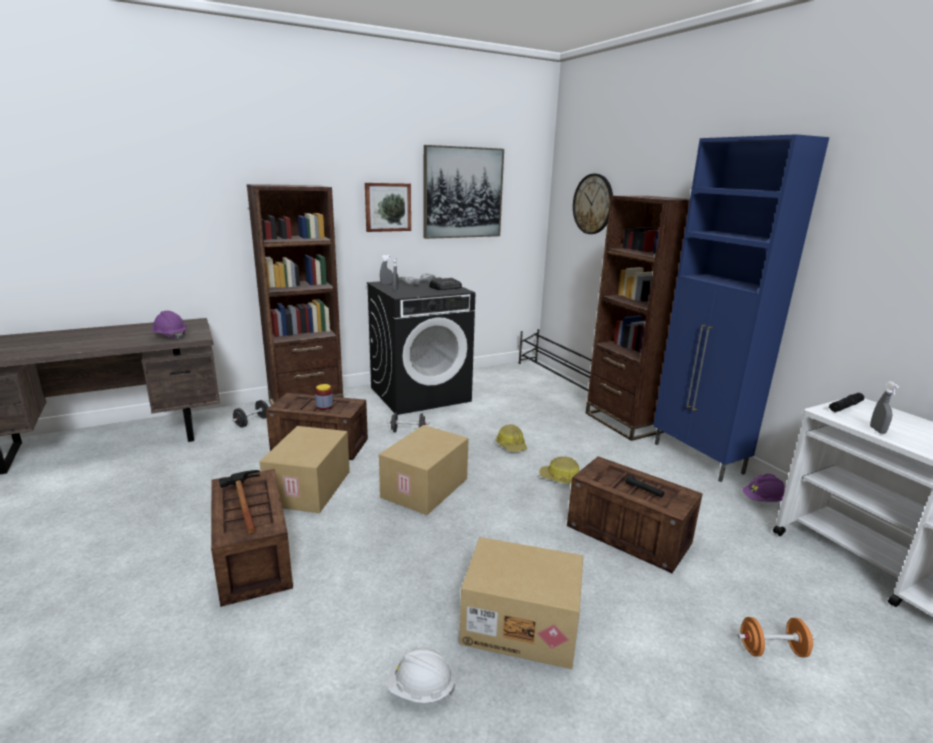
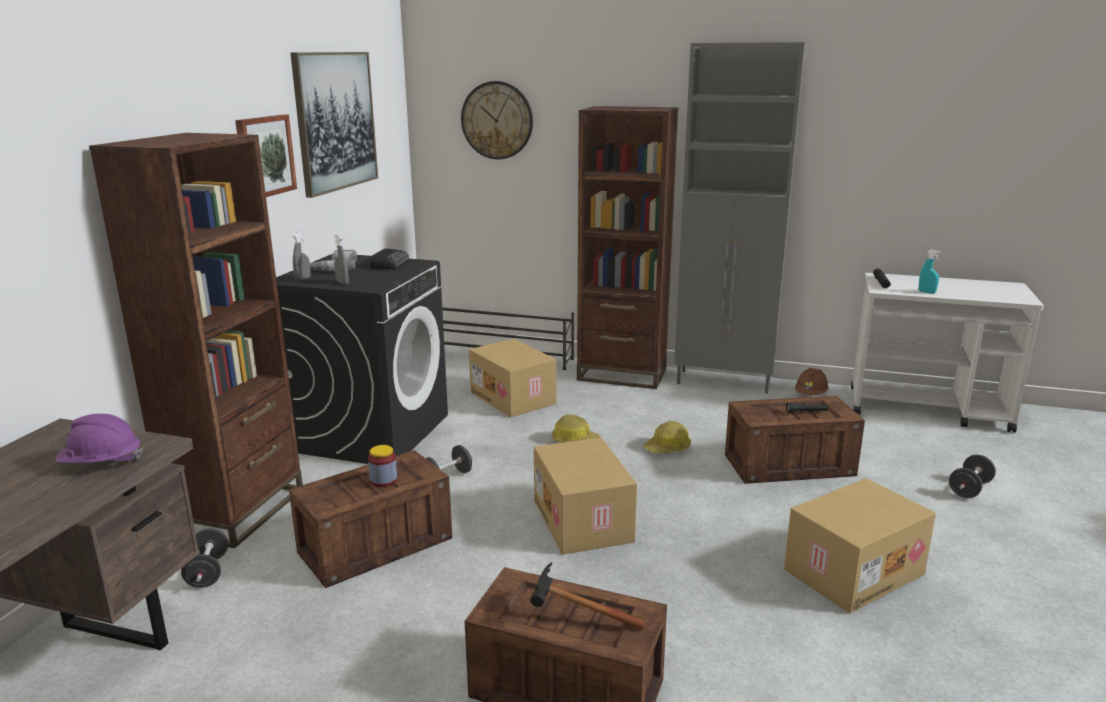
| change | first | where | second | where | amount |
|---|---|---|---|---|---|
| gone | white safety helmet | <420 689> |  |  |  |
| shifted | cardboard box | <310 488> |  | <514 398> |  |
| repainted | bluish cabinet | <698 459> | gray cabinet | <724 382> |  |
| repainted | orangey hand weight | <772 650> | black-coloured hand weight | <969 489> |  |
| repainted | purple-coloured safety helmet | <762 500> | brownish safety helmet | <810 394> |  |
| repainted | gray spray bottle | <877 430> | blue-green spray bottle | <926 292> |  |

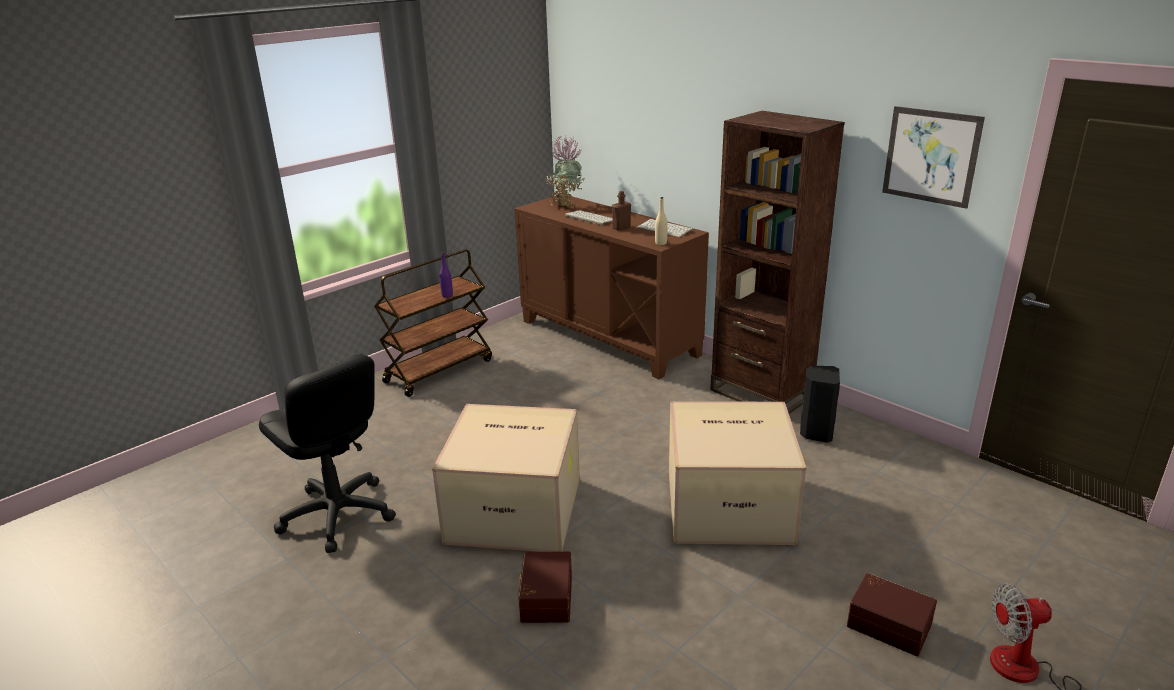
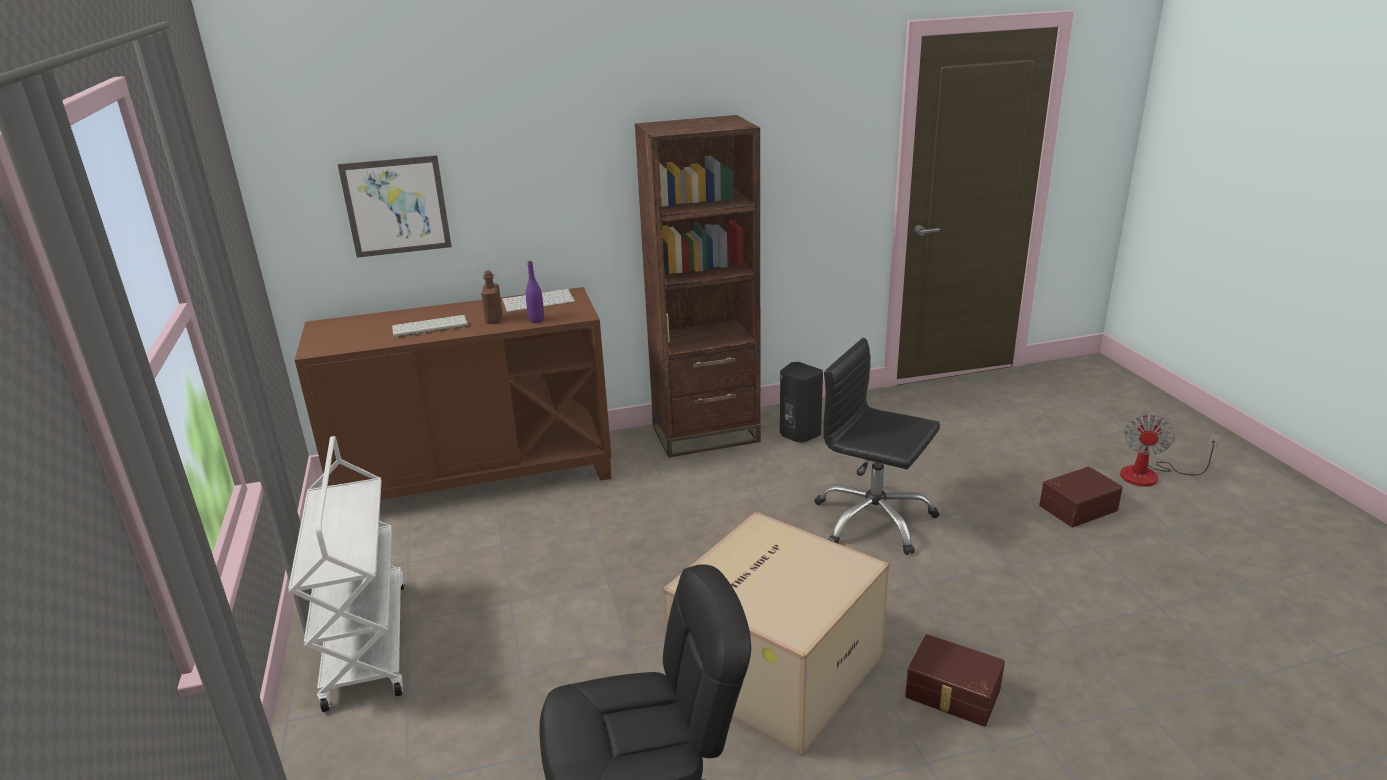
| change | first | where | second | where | amount |
|---|---|---|---|---|---|
| gone | plant in a pot | <565 204> |  |  |  |
| gone | beige beverage bottle | <661 243> |  |  |  |
| shifted | purple-coloured beverage bottle | <447 295> |  | <536 320> |  |
| shifted | wall picture | <931 156> |  | <396 206> |  |
| swapped | cardboard box | <730 504> | black-coloured desk chair | <873 520> |  |
| repainted | brownish cart | <439 370> | white cart | <365 642> |  |

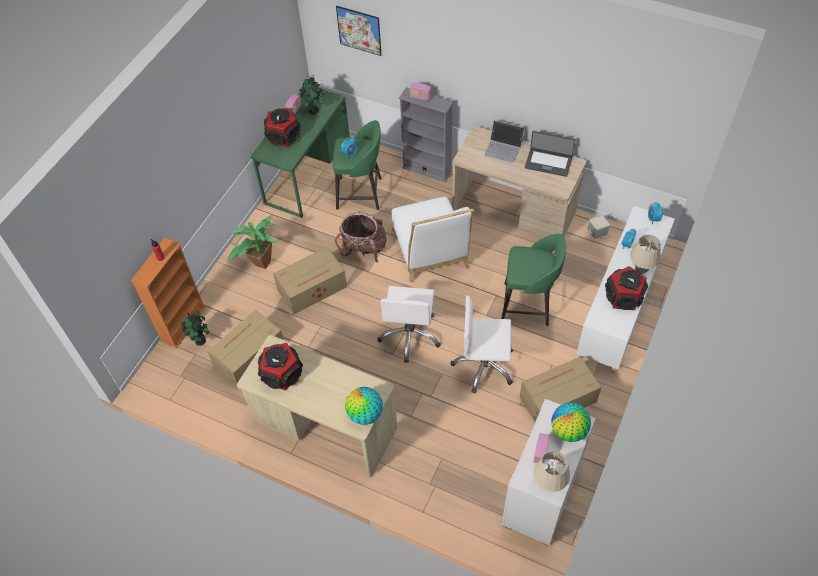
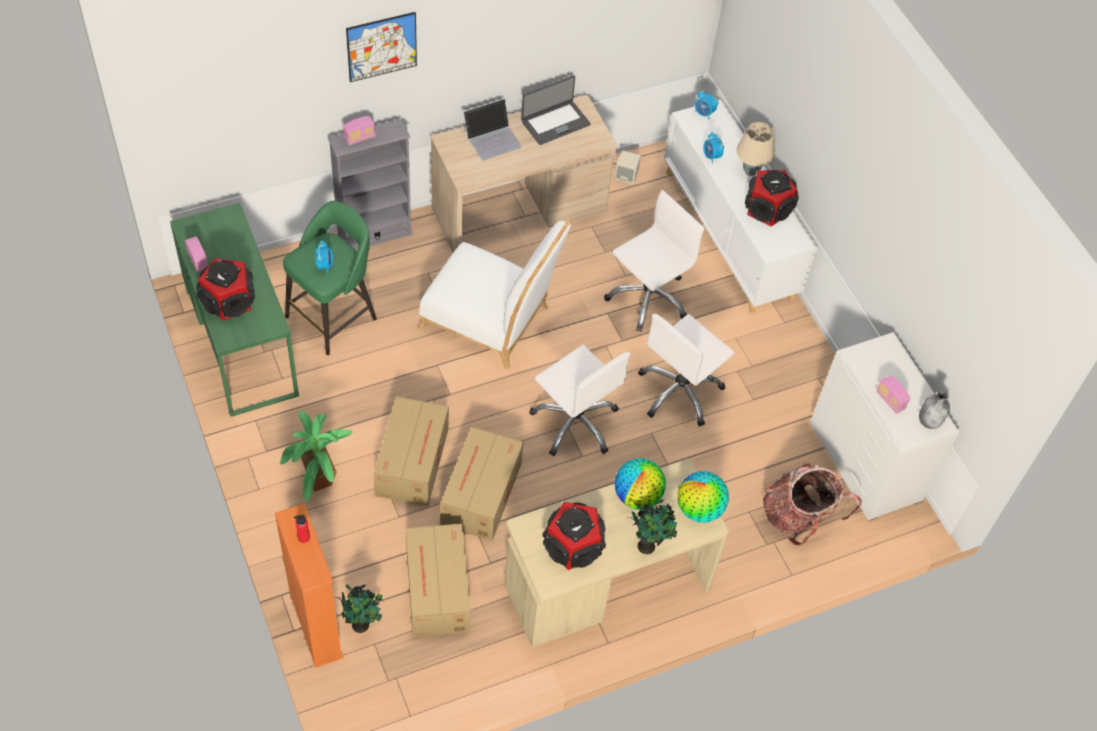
| change | first | where | second | where | amount |
|---|---|---|---|---|---|
| shifted | plant in a pot | <315 111> |  | <648 546> |  |
| shifted | rucksack | <364 249> |  | <798 518> |  |
| shifted | wall picture | <359 30> |  | <382 46> |  |
| shifted | cardboard box | <556 399> |  | <480 495> |  |
| shifted | desk globe | <569 431> |  | <637 496> |  |
| swapped | green stool | <528 304> | white desk chair | <647 298> |  |
| swapped | beige tabletop lamp | <549 485> | gray beverage bottle | <929 421> |  |

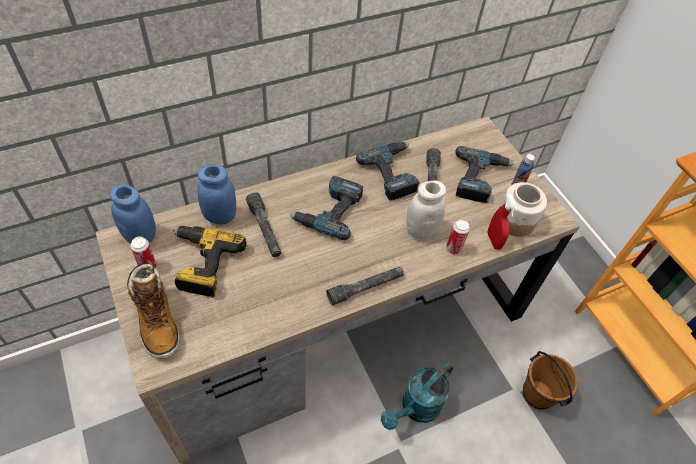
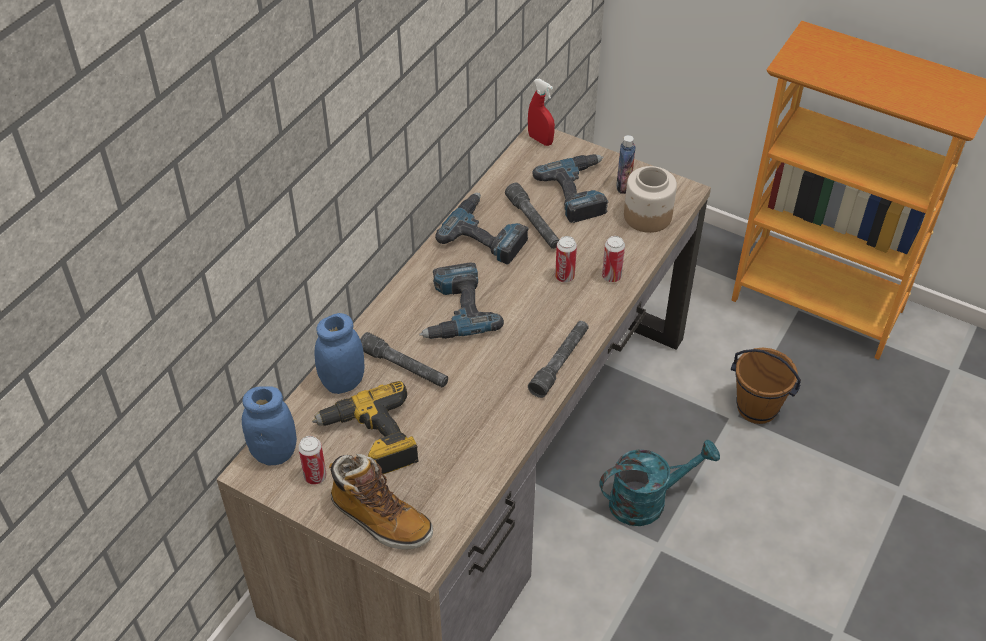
| change | first | where | second | where | amount |
|---|---|---|---|---|---|
| shifted | red-coloured spray bottle | <494 240> |  | <540 140> |  |
| swapped | white preserve jar | <420 230> | can | <564 277> |  |
| rotated | blue-green sprinkling can | <416 408> |  | <647 500> | 120 degrees counterclockwise |

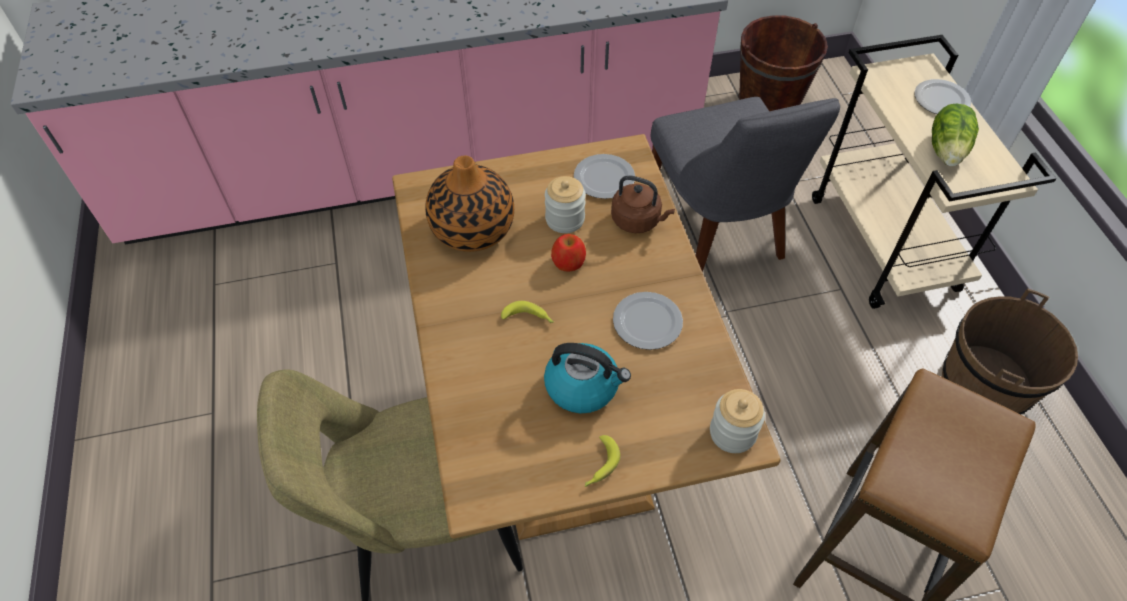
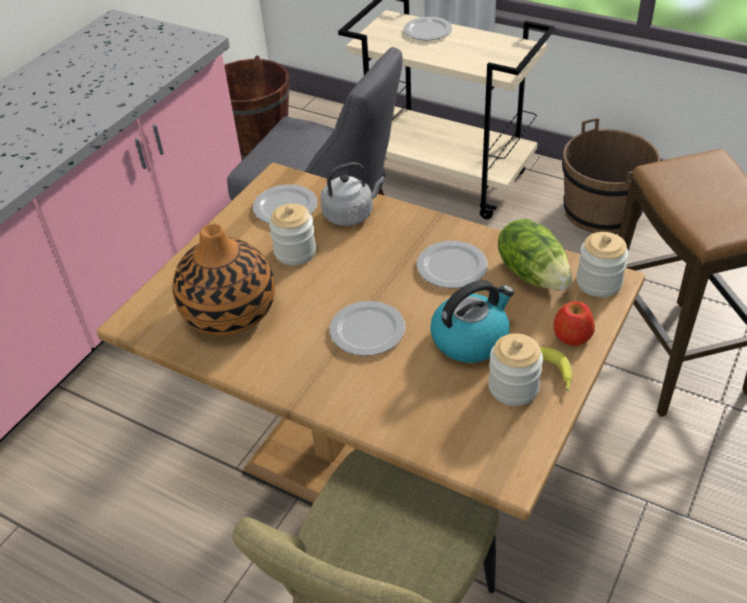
| change | first | where | second | where | amount |
|---|---|---|---|---|---|
| new |  |  | preserve jar | <513 387> |  |
| shifted | apple fruit | <568 261> |  | <572 335> |  |
| shifted | head of lettuce | <947 150> |  | <533 274> |  |
| swapped | banana fruit | <529 318> | dinner plate | <367 331> |  |
| repainted | brownish tea kettle | <638 220> | gray tea kettle | <351 214> |  |

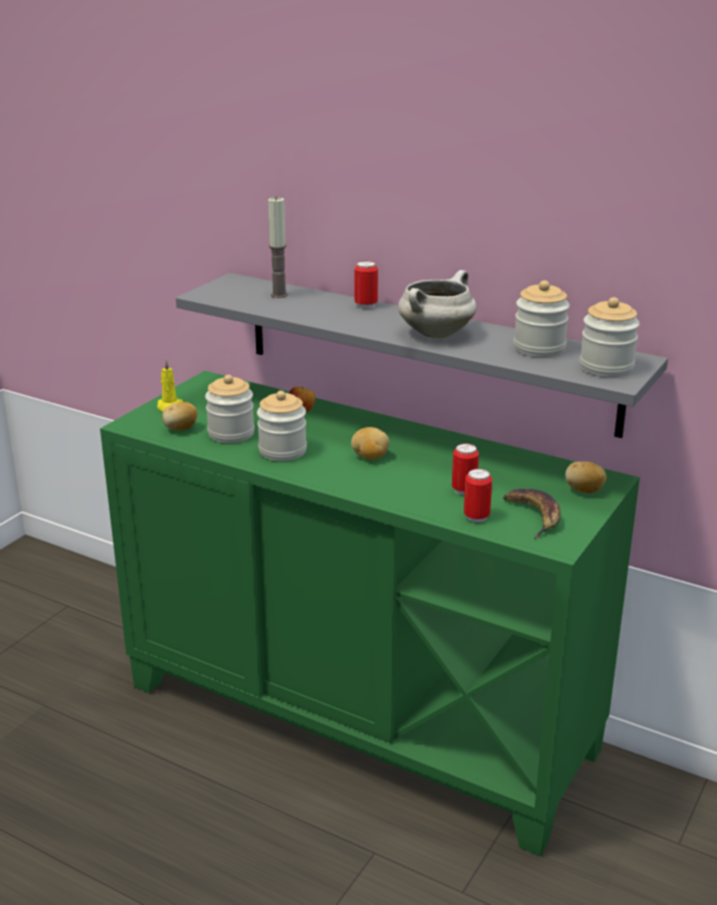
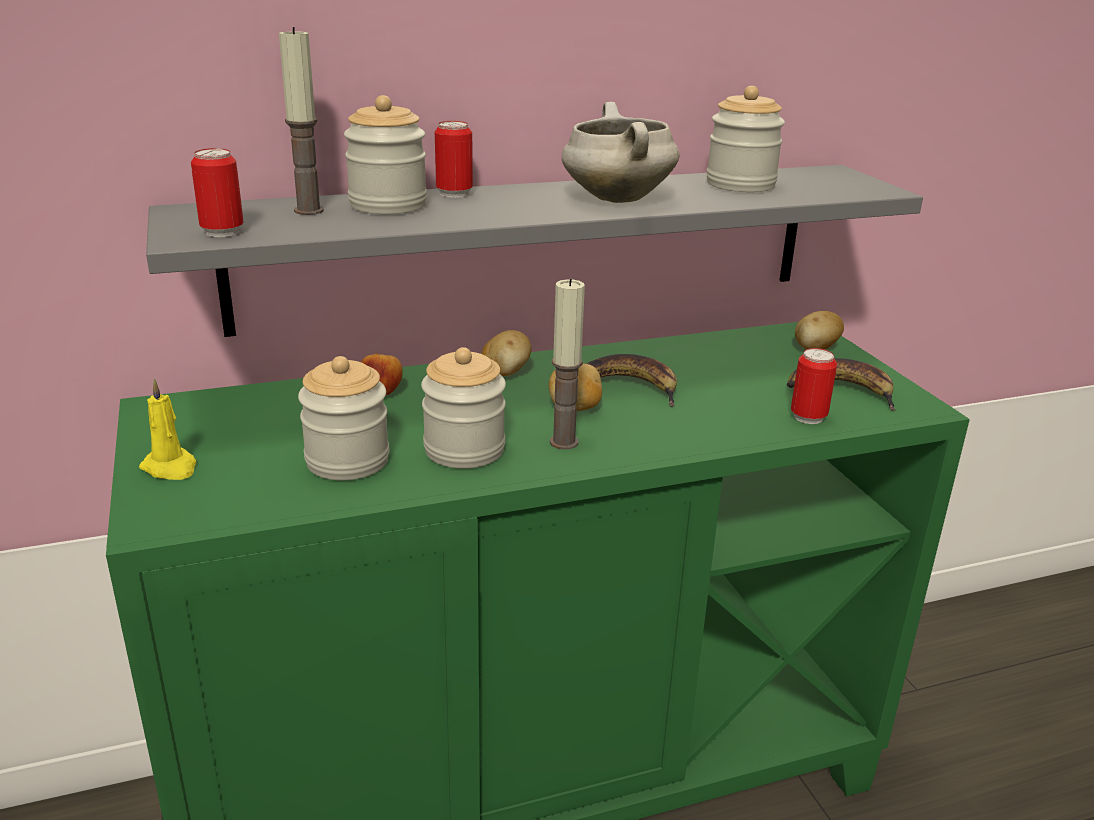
| change | first | where | second | where | amount |
|---|---|---|---|---|---|
| new |  |  | wax light | <564 442> |  |
| new |  |  | banana fruit | <629 387> |  |
| shifted | potato | <180 429> |  | <506 373> |  |
| shifted | can | <464 490> |  | <222 232> |  |
| shifted | preserve jar | <606 367> |  | <388 205> |  |

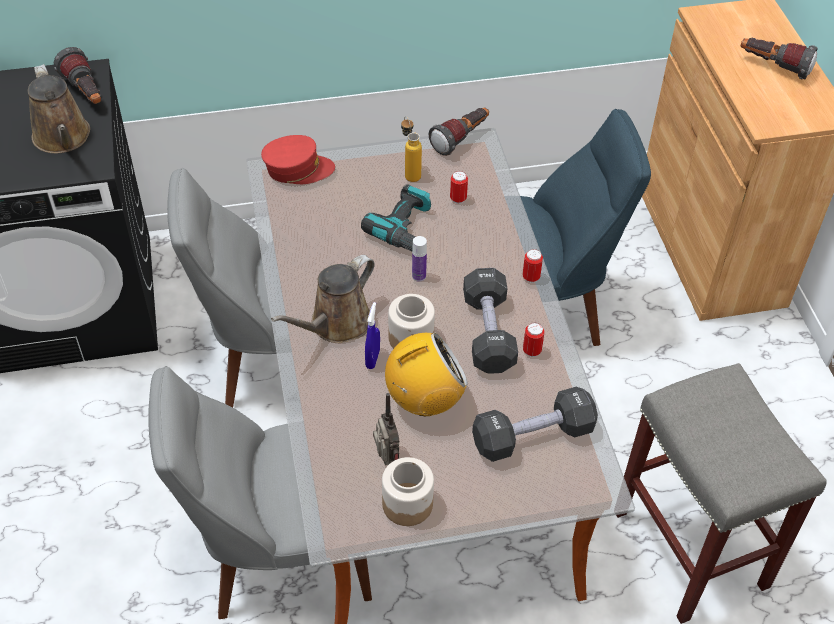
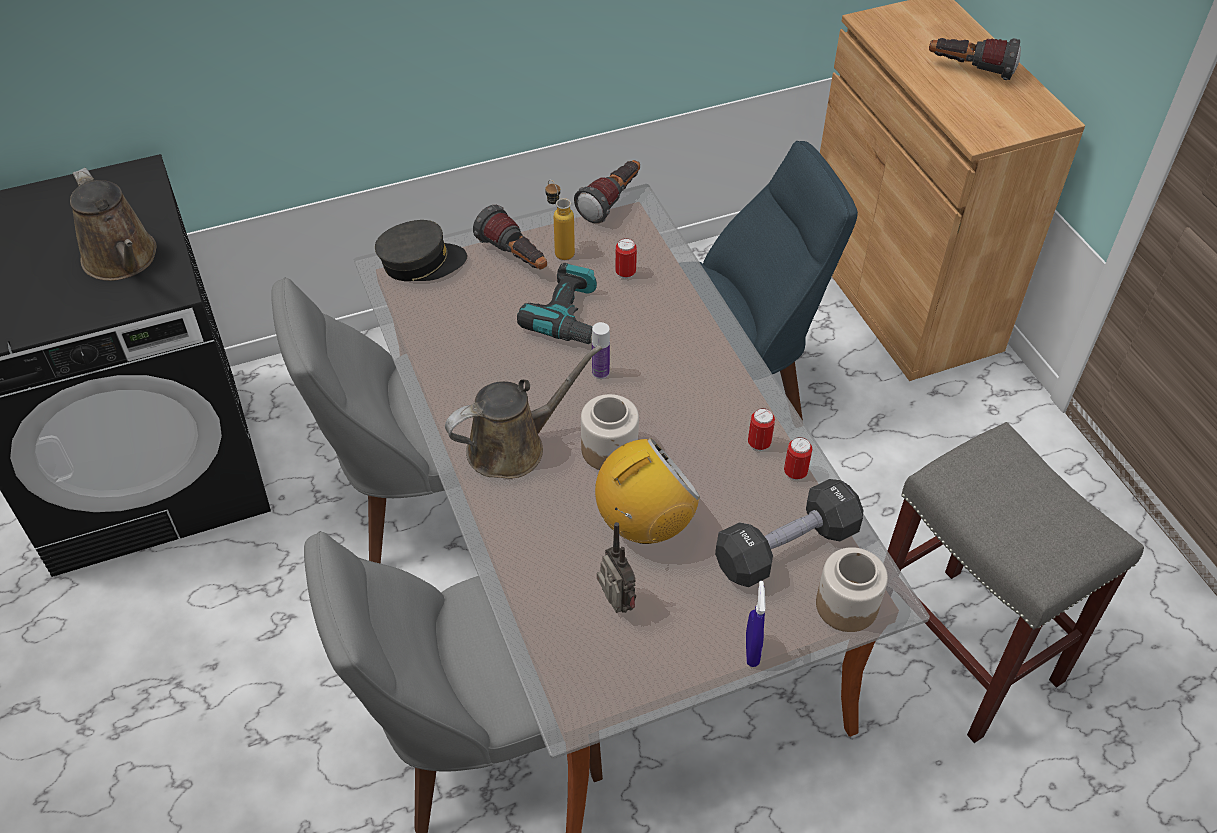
| change | first | where | second | where | amount |
|---|---|---|---|---|---|
| gone | black-coloured hand weight | <488 333> |  |  |  |
| shifted | hand torch | <86 93> |  | <515 257> |  |
| shifted | bluish spray bottle | <372 359> |  | <752 650> |  |
| shifted | preserve jar | <407 503> |  | <846 605> |  |
| shifted | can | <531 277> |  | <795 473> |  |
| repainted | red-coloured peaked cap | <298 169> | gray peaked cap | <421 262> |  |
| rotated | brownish sprinkling can | <336 324> |  | <513 446> | 150 degrees counterclockwise |

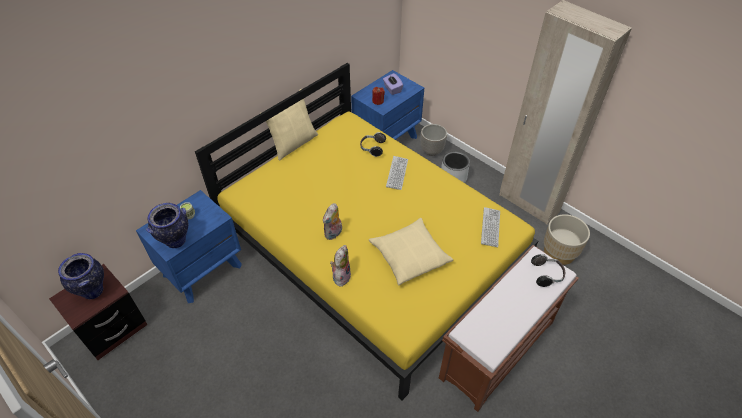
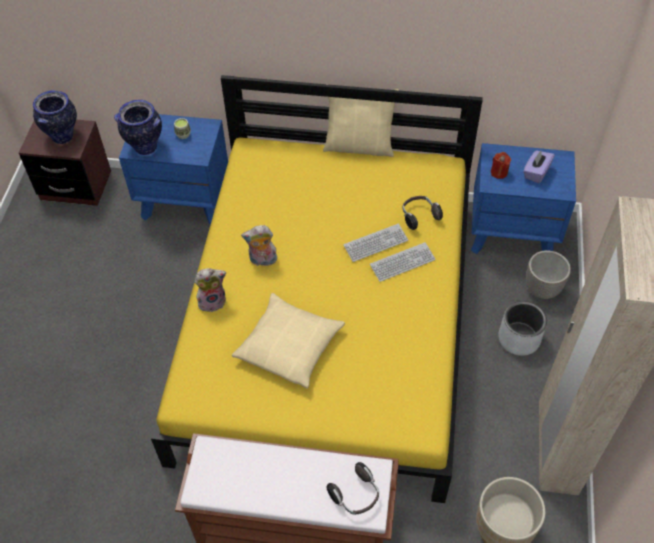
| change | first | where | second | where | amount |
|---|---|---|---|---|---|
| shifted | keyboard | <490 227> |  | <375 243> |  |

